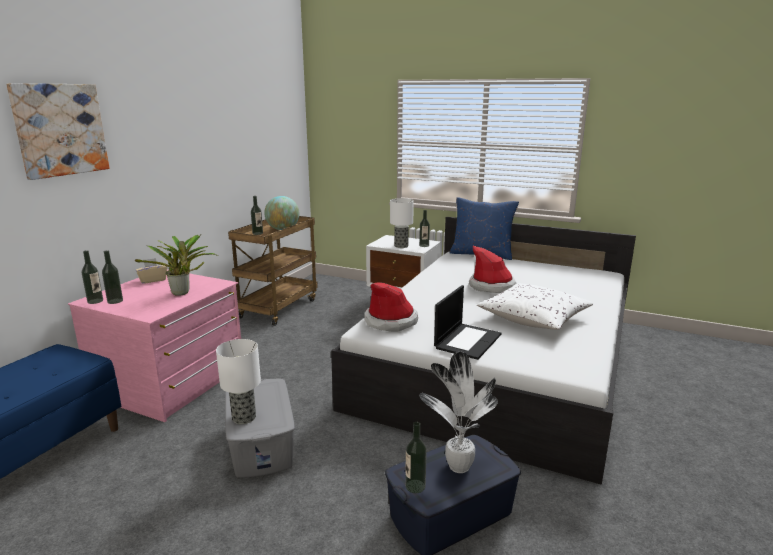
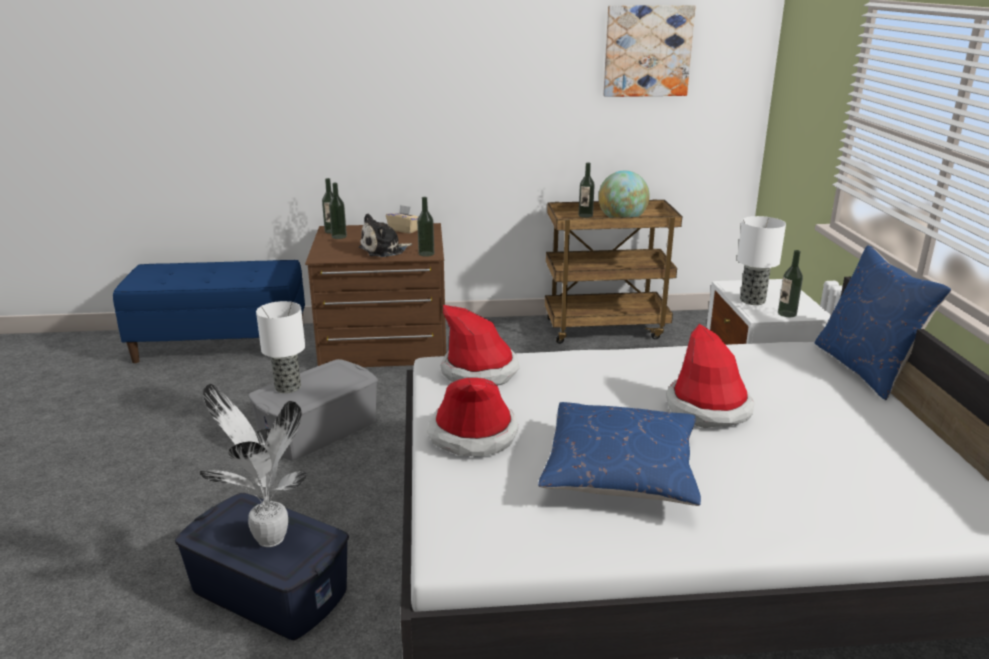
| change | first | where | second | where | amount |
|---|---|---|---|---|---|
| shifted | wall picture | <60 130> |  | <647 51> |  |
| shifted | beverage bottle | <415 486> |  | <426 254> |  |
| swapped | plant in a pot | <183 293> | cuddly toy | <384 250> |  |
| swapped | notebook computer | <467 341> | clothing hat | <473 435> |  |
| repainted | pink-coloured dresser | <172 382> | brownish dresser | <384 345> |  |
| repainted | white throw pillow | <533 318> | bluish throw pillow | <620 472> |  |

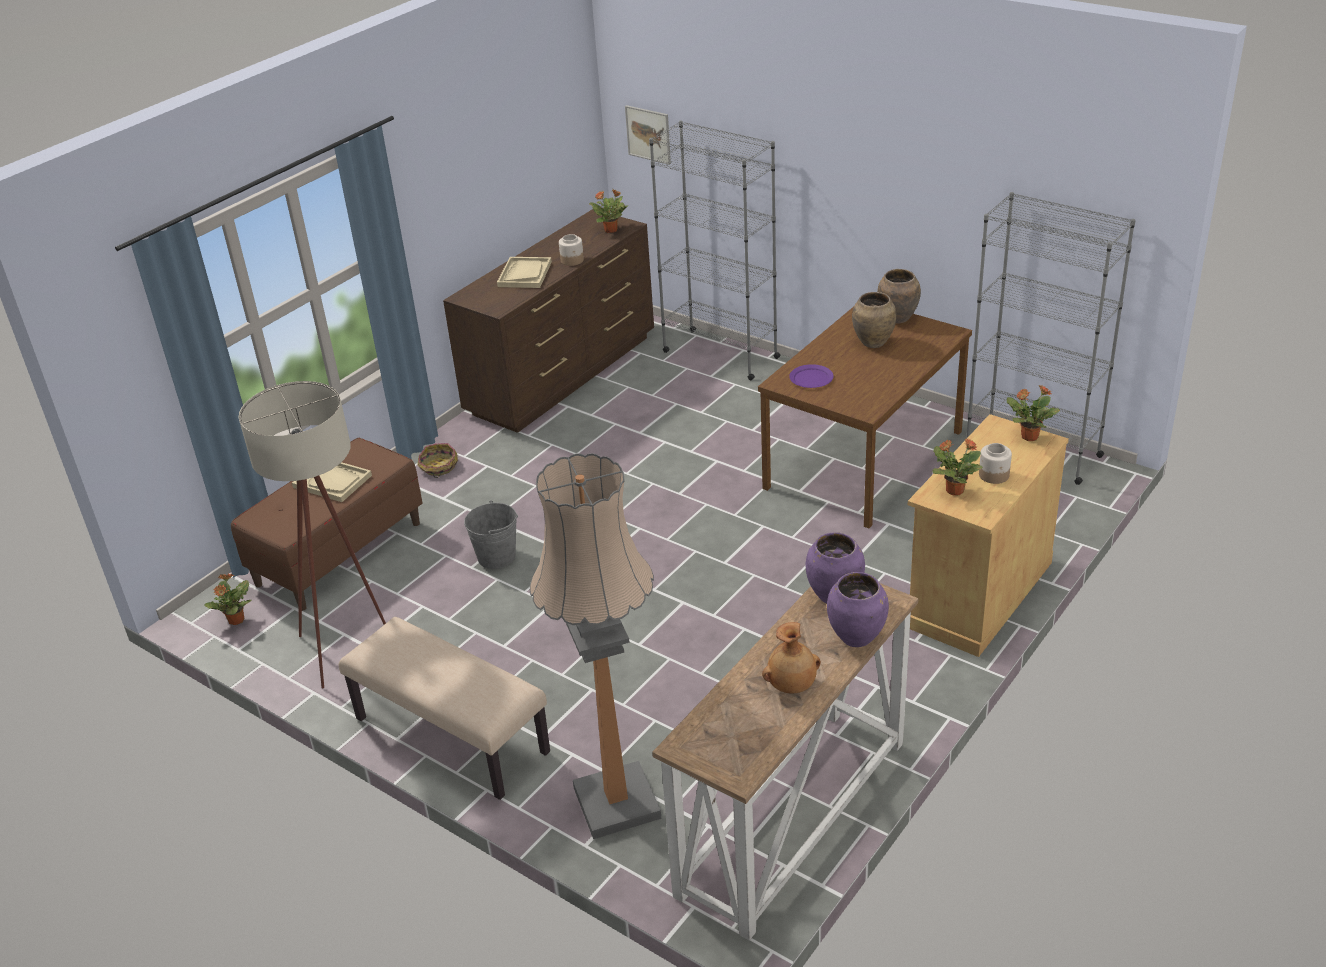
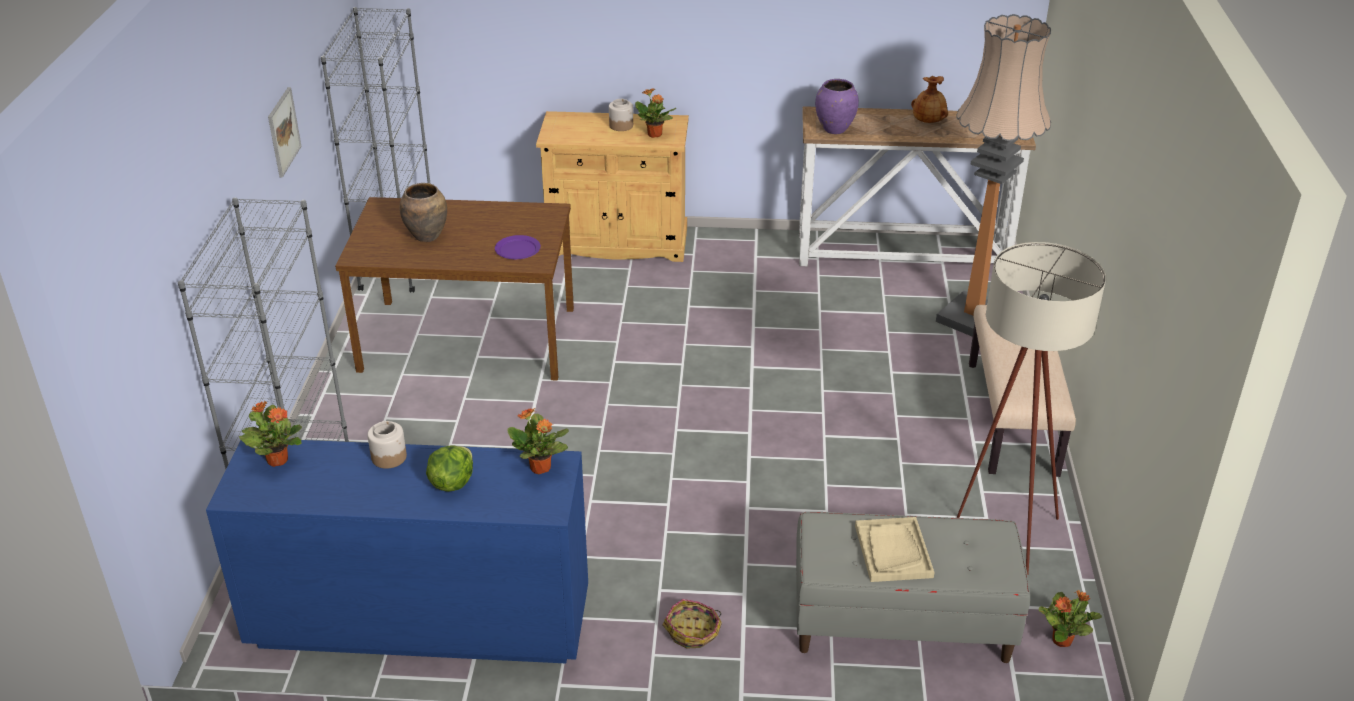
| change | first | where | second | where | amount |
|---|---|---|---|---|---|
| gone | gray water bucket | <496 557> |  |  |  |
| gone | purple-coloured vase | <856 637> |  |  |  |
| gone | brownish vase | <897 318> |  |  |  |
| shifted | wall picture | <648 134> |  | <283 132> |  |
| shifted | plant in a pot | <1028 436> |  | <540 468> |  |
| swapped | beige carrying tray | <524 274> | head of lettuce | <452 482> |  |
| repainted | brownish indoor bench | <339 553> | gray indoor bench | <901 624> |  |
| repainted | brownish dresser | <564 375> | bluish dresser | <419 622> |  |

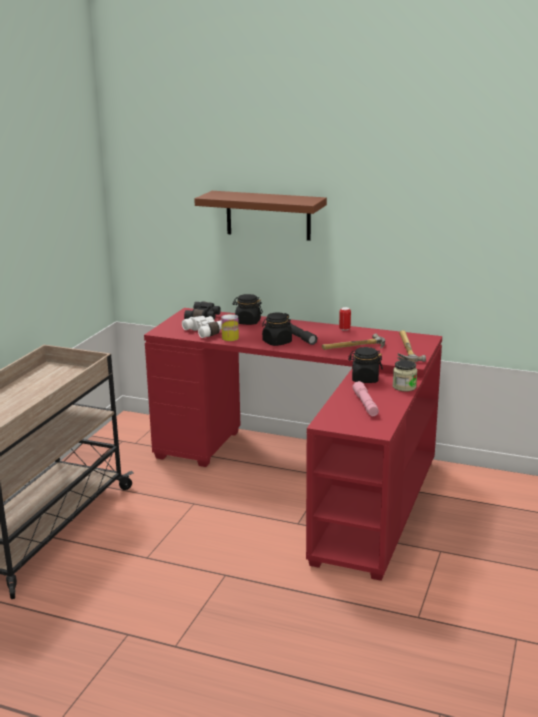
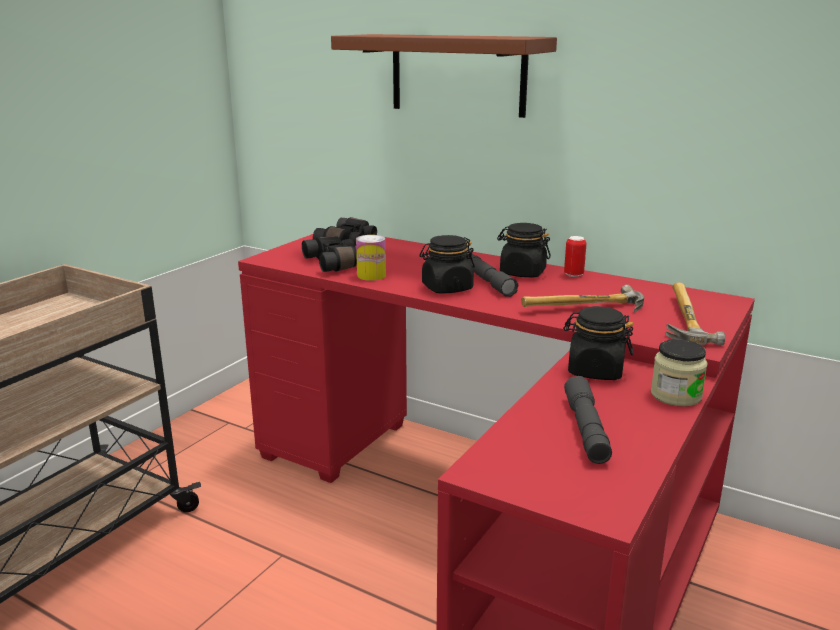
| change | first | where | second | where | amount |
|---|---|---|---|---|---|
| shifted | black-coloured preserve jar | <247 322> |  | <522 273> |  |
| repainted | white field glasses | <205 332> | black-coloured field glasses | <337 263> |  |
| repainted | pink-coloured hand torch | <365 404> | gray hand torch | <586 429> |  |

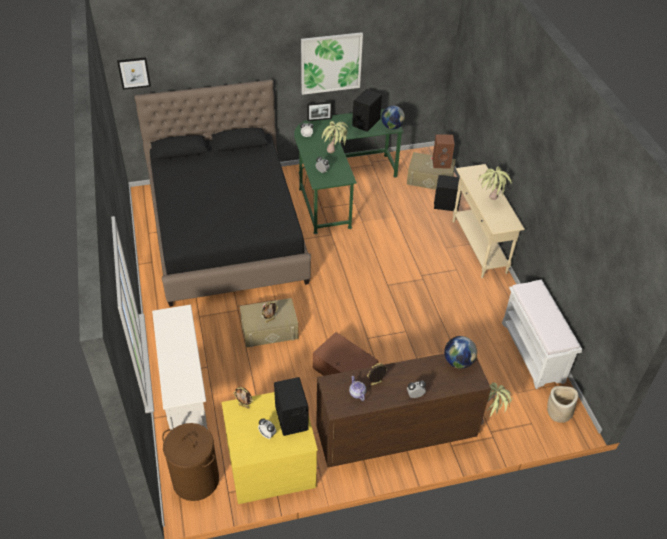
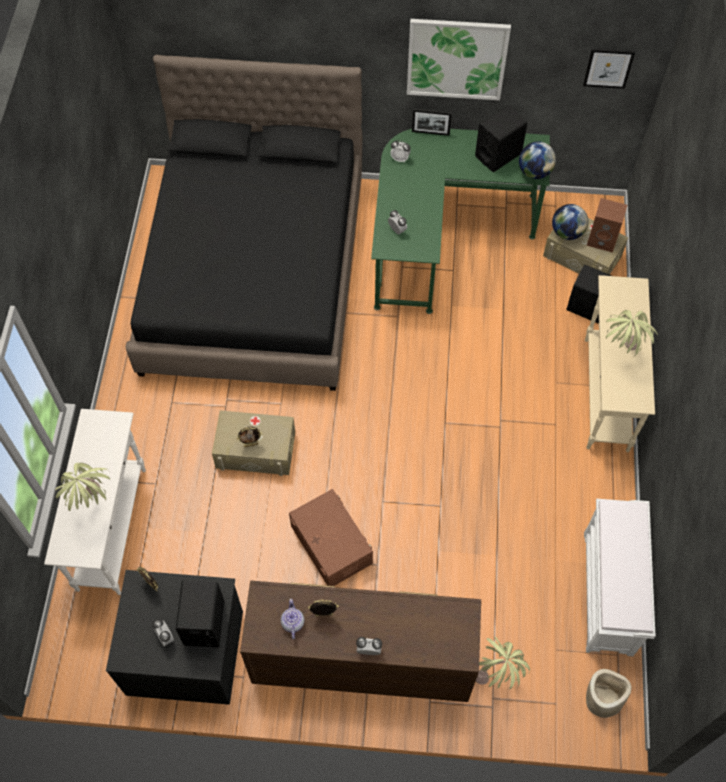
| change | first | where | second | where | amount |
|---|---|---|---|---|---|
| gone | brownish washing basket | <195 480> |  |  |  |
| shifted | wall picture | <134 73> |  | <608 68> |  |
| shifted | plant in a pot | <334 157> |  | <93 506> |  |
| shifted | desk globe | <458 362> |  | <567 232> |  |
| repainted | yellow dresser | <270 463> | black-coloured dresser | <185 650> |  |

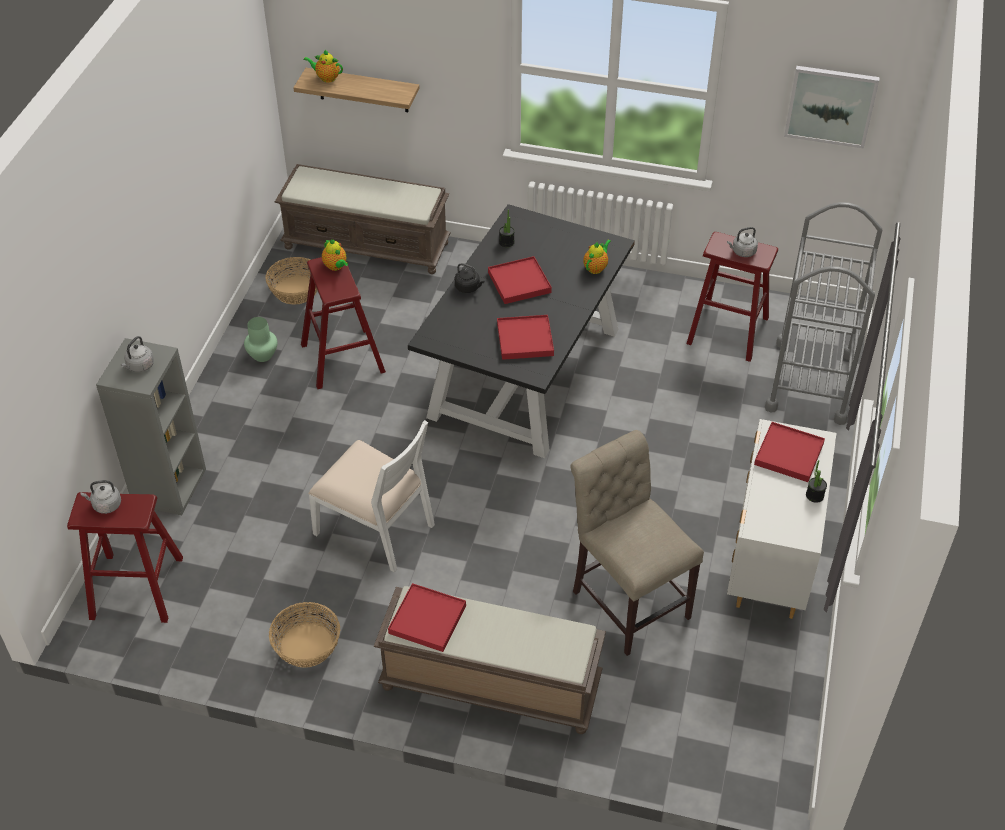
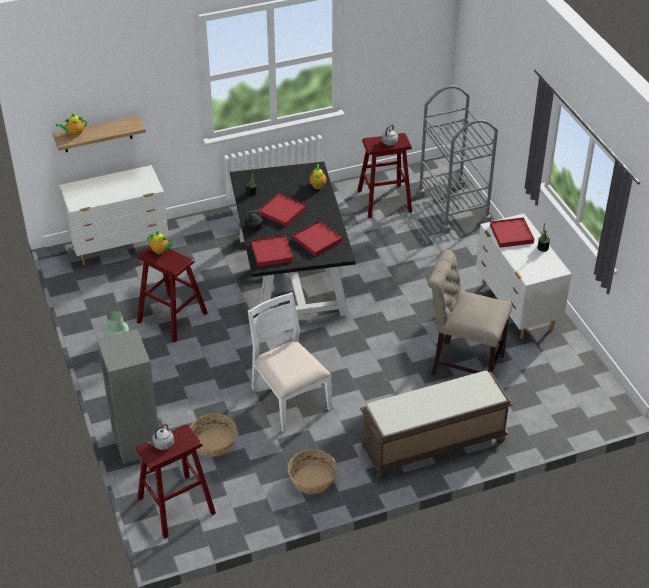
| change | first | where | second | where | amount |
|---|---|---|---|---|---|
| gone | gray tea kettle | <139 366> |  |  |  |
| gone | wall picture | <830 105> |  |  |  |
| shifted | basket | <295 290> |  | <213 443> |  |
| shifted | red-coloured carrying tray | <427 619> |  | <272 252> |  |
| swapped | brownish indoor bench | <368 245> | white dresser | <120 246> |  |
| rotated | white upright chair | <376 528> |  | <289 399> | 120 degrees counterclockwise |

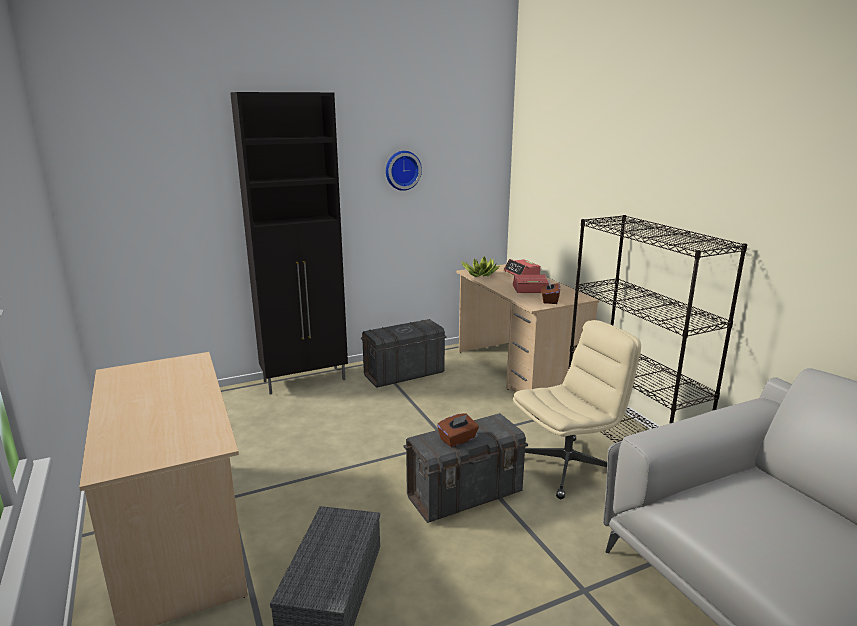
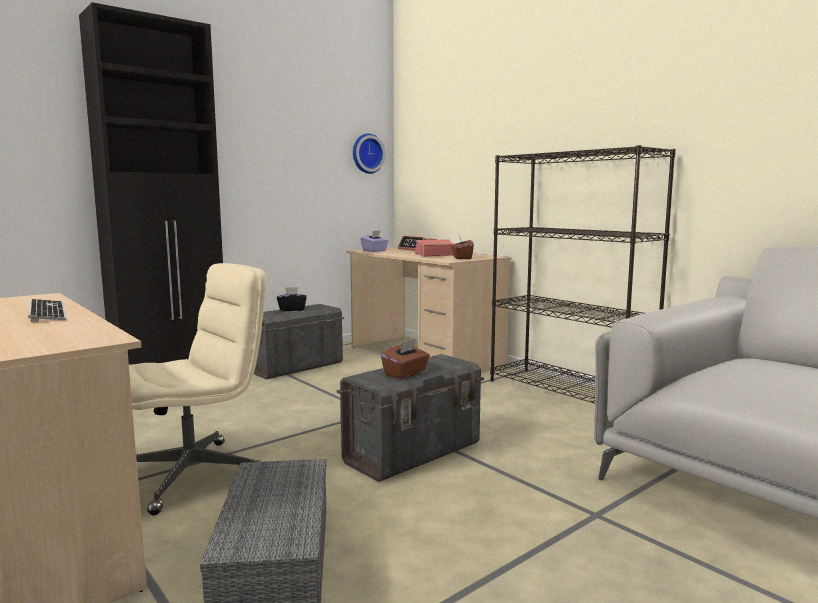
| change | first | where | second | where | amount |
|---|---|---|---|---|---|
| new |  |  | keyboard | <47 312> |  |
| new |  |  | black-coloured box of tissues | <292 309> |  |
| shifted | clock on the wall | <402 170> |  | <366 153> |  |
| shifted | beige desk chair | <567 466> |  | <193 474> |  |
| swapped | plant in a pot | <480 274> | purple-coloured box of tissues | <375 251> |  |

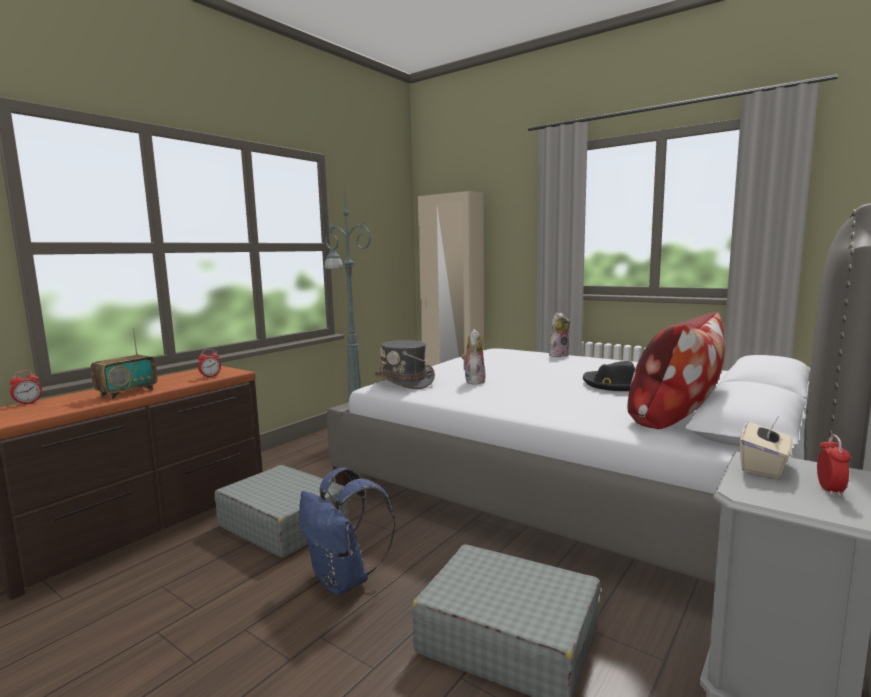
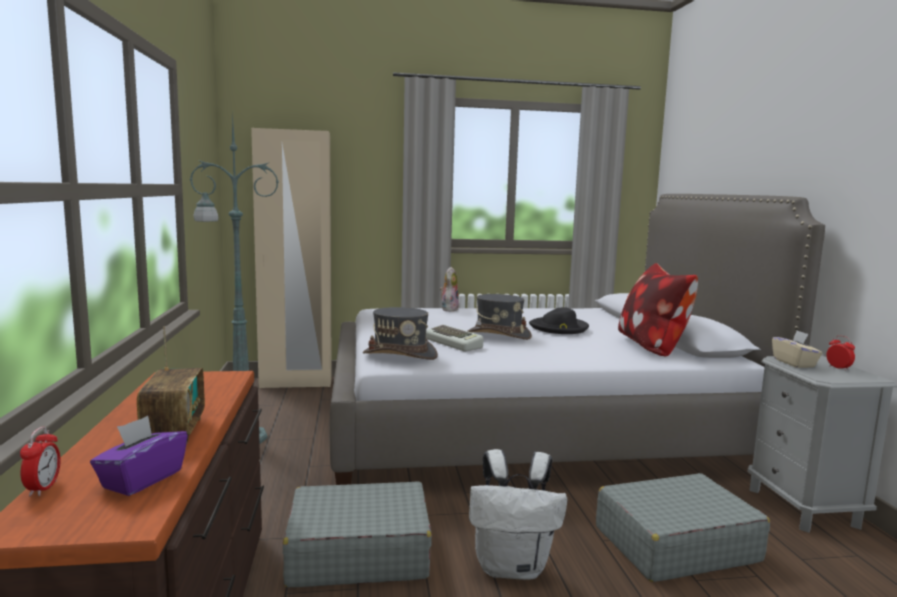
| change | first | where | second | where | amount |
|---|---|---|---|---|---|
| gone | alarm clock | <210 376> |  |  |  |
| new |  |  | purple-coloured box of tissues | <142 479> |  |
| new |  |  | gray clothing hat | <498 335> |  |
| swapped | cuddly toy | <473 381> | keyboard | <454 343> |  |
| repainted | bluish rucksack | <344 580> | white rucksack | <513 567> |  |

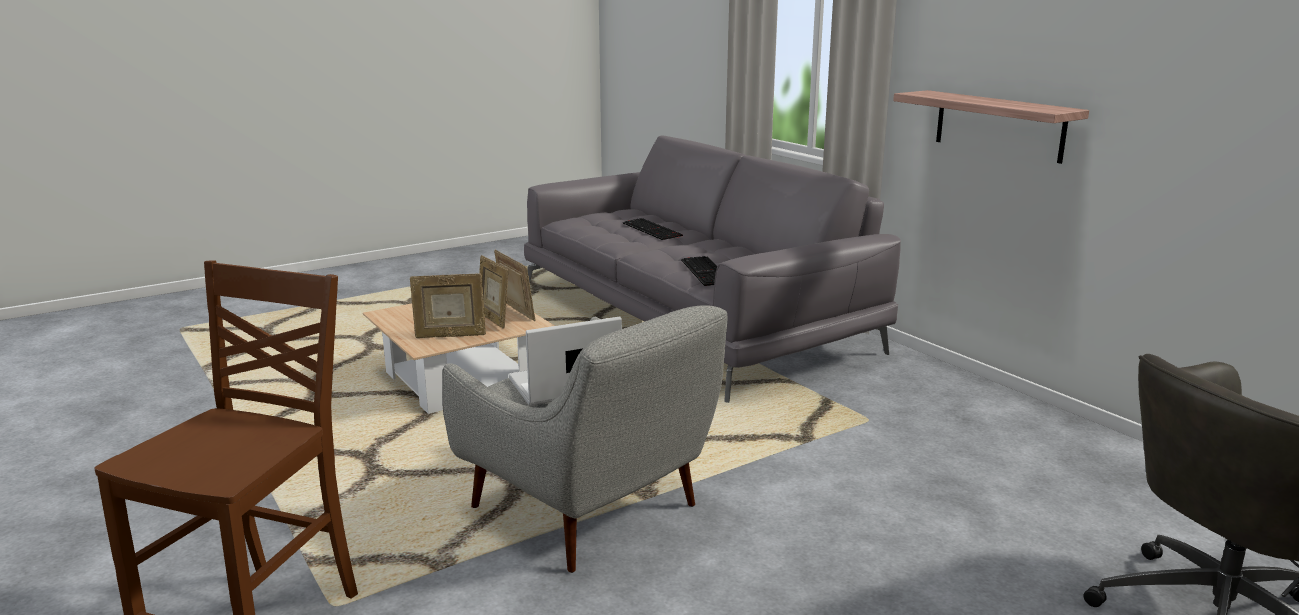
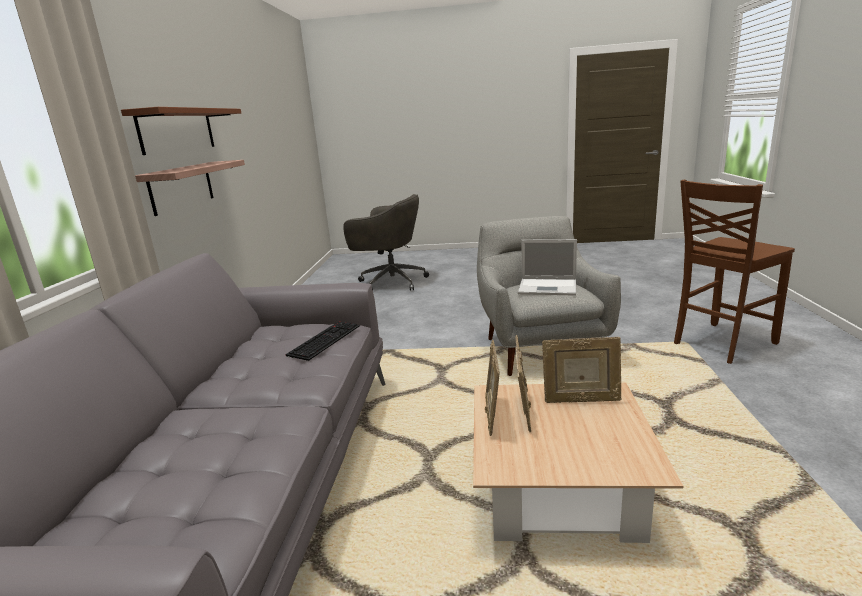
| change | first | where | second | where | amount |
|---|---|---|---|---|---|
| gone | keyboard | <653 230> |  |  |  |
| new |  |  | brownish shelf | <177 130> |  |
| rotated | photo frame | <450 336> |  | <580 400> | 150 degrees clockwise |

